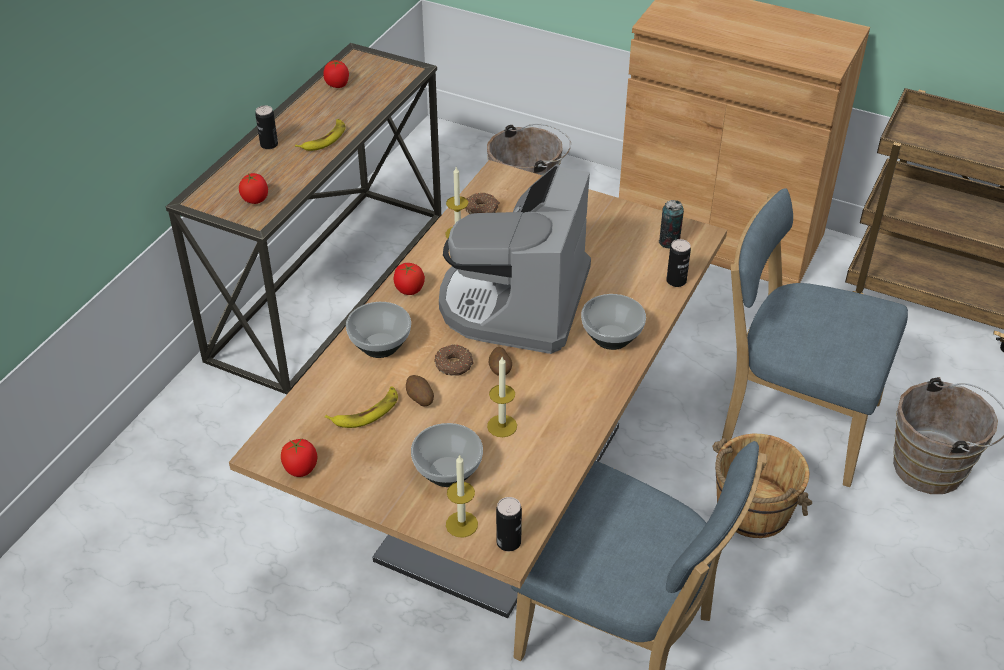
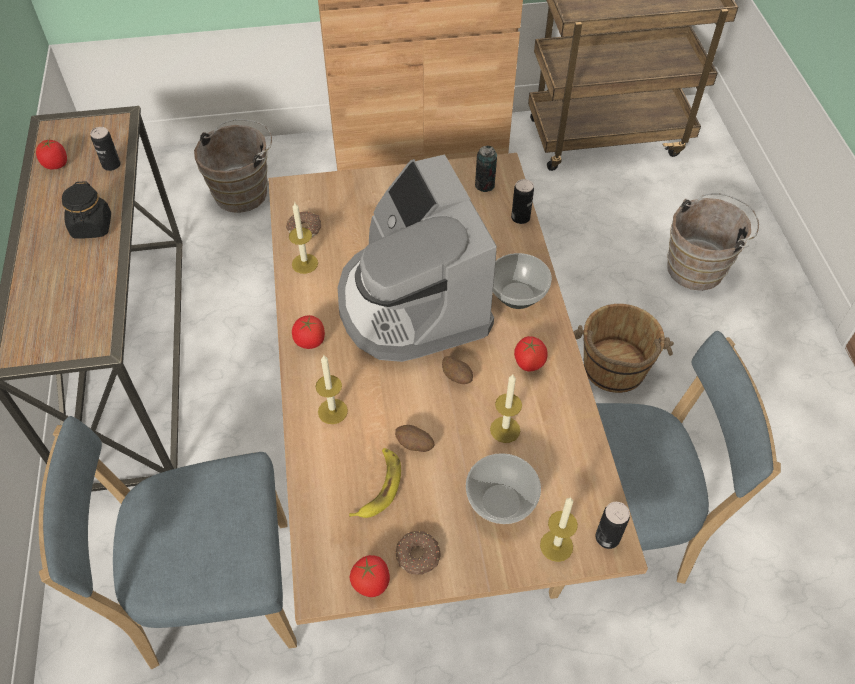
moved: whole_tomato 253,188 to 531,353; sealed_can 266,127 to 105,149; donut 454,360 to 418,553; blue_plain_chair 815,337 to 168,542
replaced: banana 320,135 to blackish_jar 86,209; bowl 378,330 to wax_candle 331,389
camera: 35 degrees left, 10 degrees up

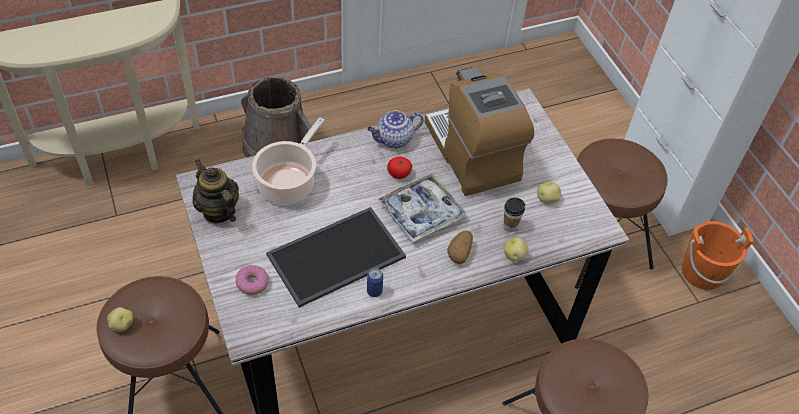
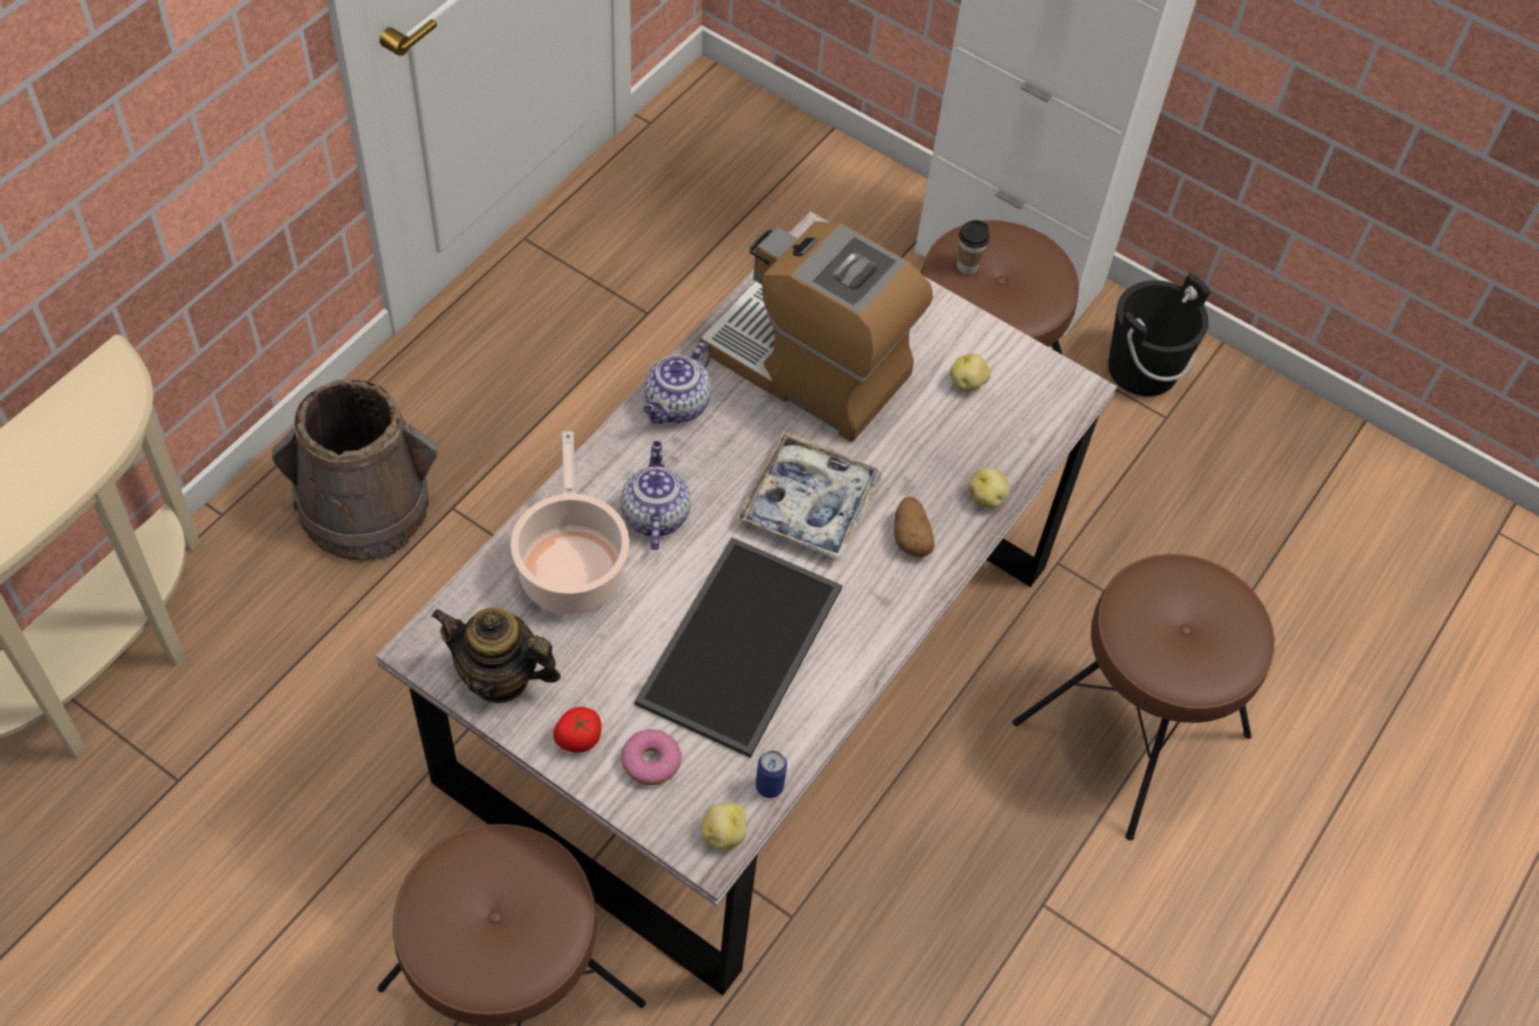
added: tea_pot 655,495
moved: whole_potato 120,319 to 723,826; sealed_can 375,282 to 771,774; whole_tomato 399,168 to 577,730; small_cup 514,215 to 973,247
recoloured: orange-coloured_pail 717,255 to blackish_pail 1159,334
camera: 35 degrees left, 5 degrees up

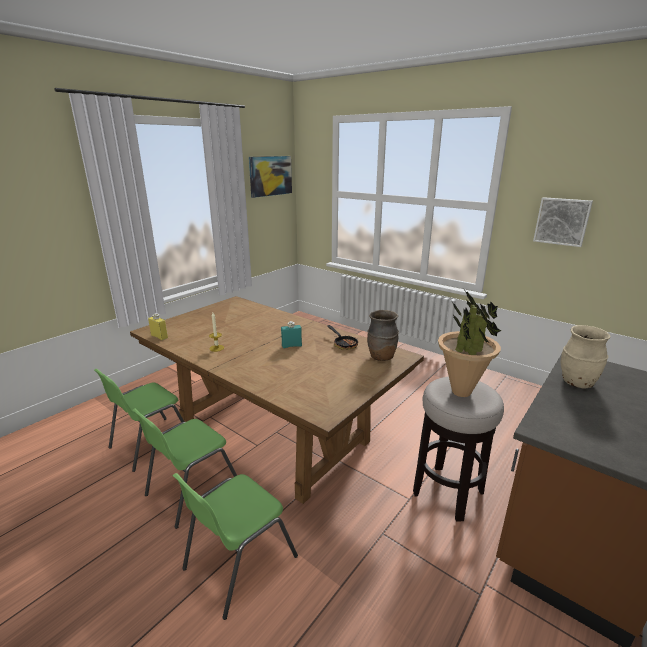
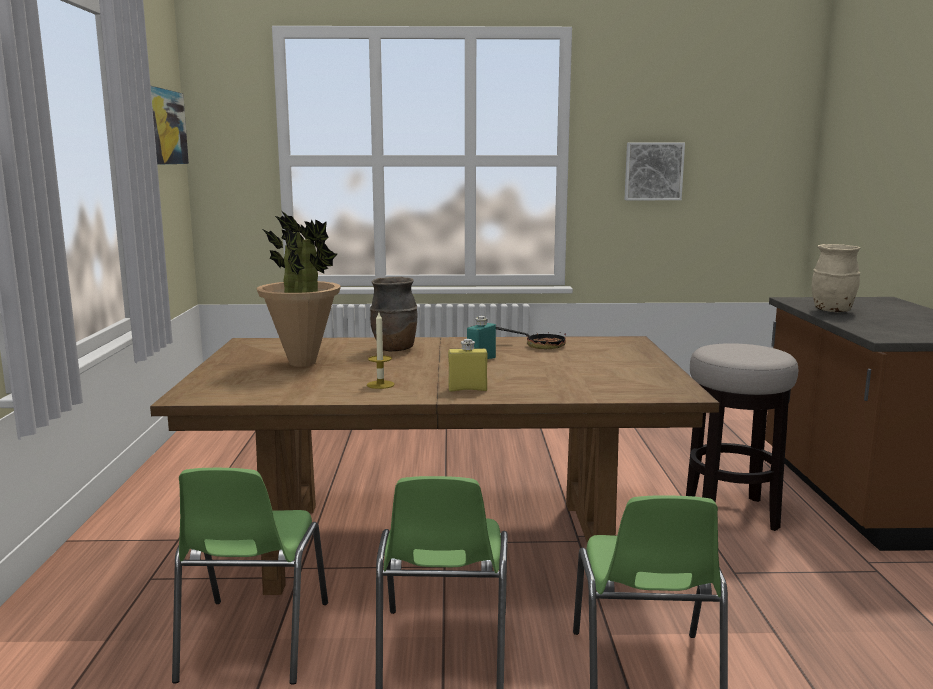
moved: yellow-coloured_drink_bottle 158,326 to 468,365; brown_vase 383,335 to 394,314; houseplant 469,344 to 298,289
camera: 40 degrees left, 10 degrees down

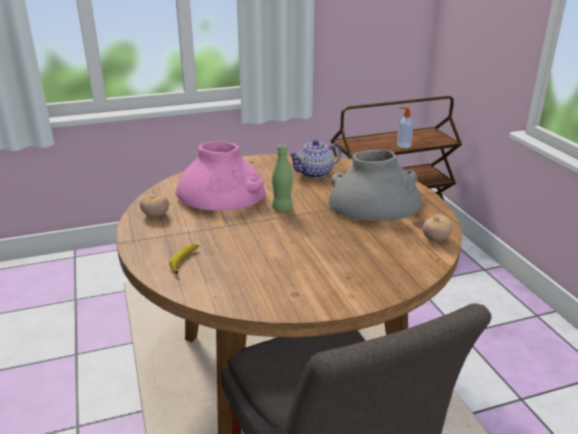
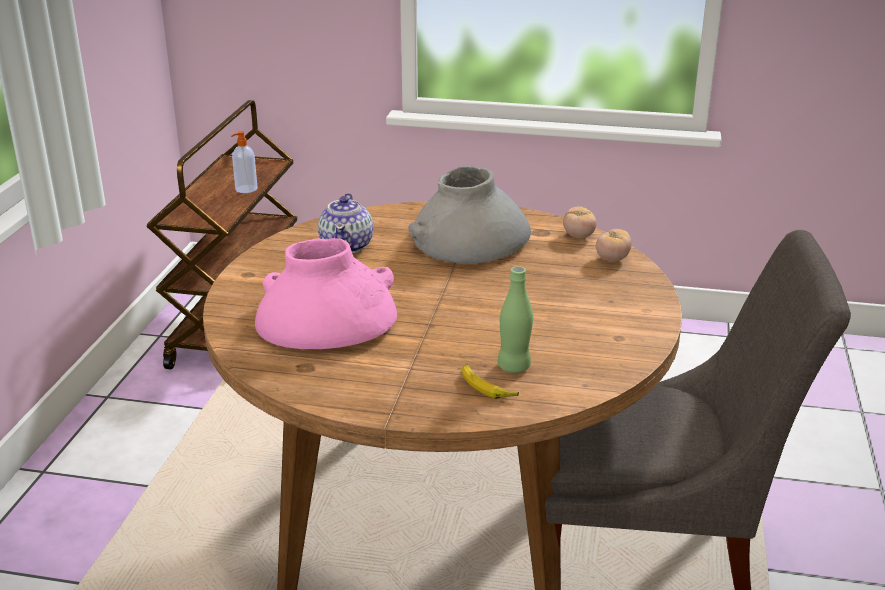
moved: whole_tomato 154,205 to 614,245; green-coloured_drink_bottle 282,178 to 515,319
camera: 60 degrees left, 0 degrees up

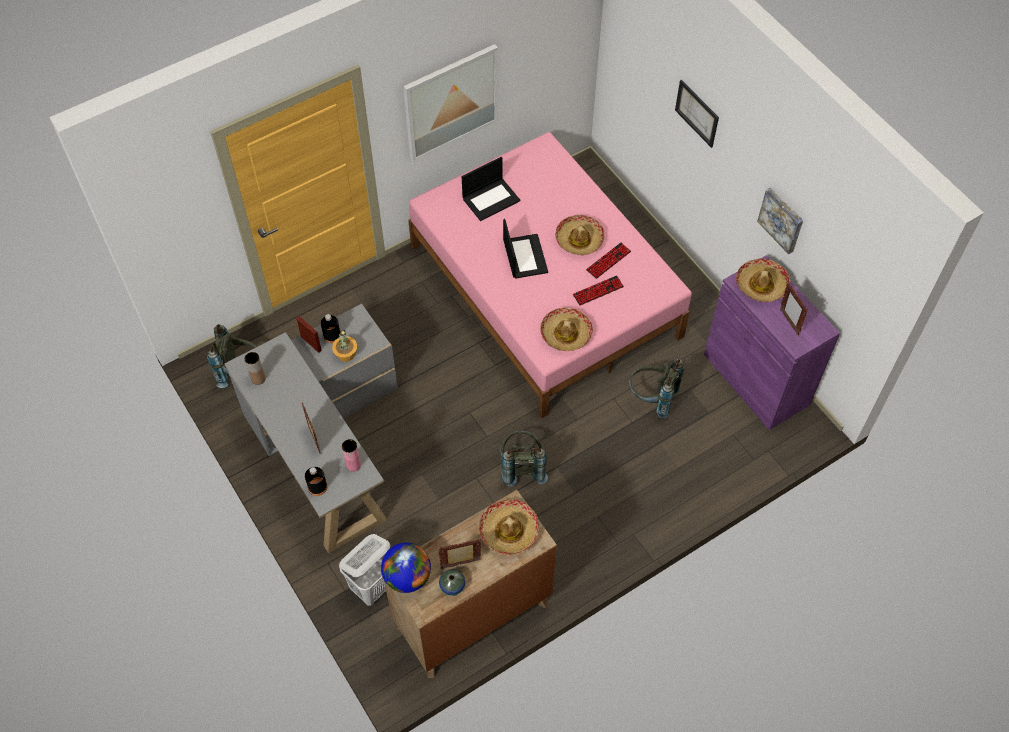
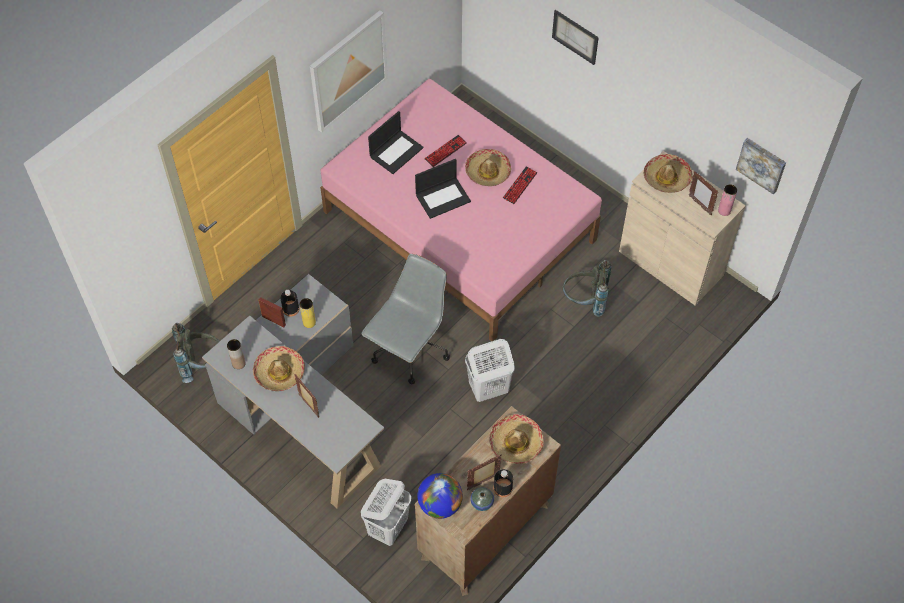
added: greyish_computer_chair 406,319
moved: blackish_drink_bottle 316,481 to 503,483; pink_vase 351,455 to 727,200; clothing_hat 566,329 to 279,368; computer_keyboard 598,290 to 445,151; picture 780,220 to 761,166
replaced: houseplant 344,346 to yellow-coloured_vase 308,313; greyish_backpack 524,459 to whitish_laundry_basket 490,370
recoloured: purple-coloured_cupboard 772,342 to sand-coloured_cupboard 682,228
turned: laptop 525,249 = 443,189 90 degrees clockwise
camera: 15 degrees left, 0 degrees up

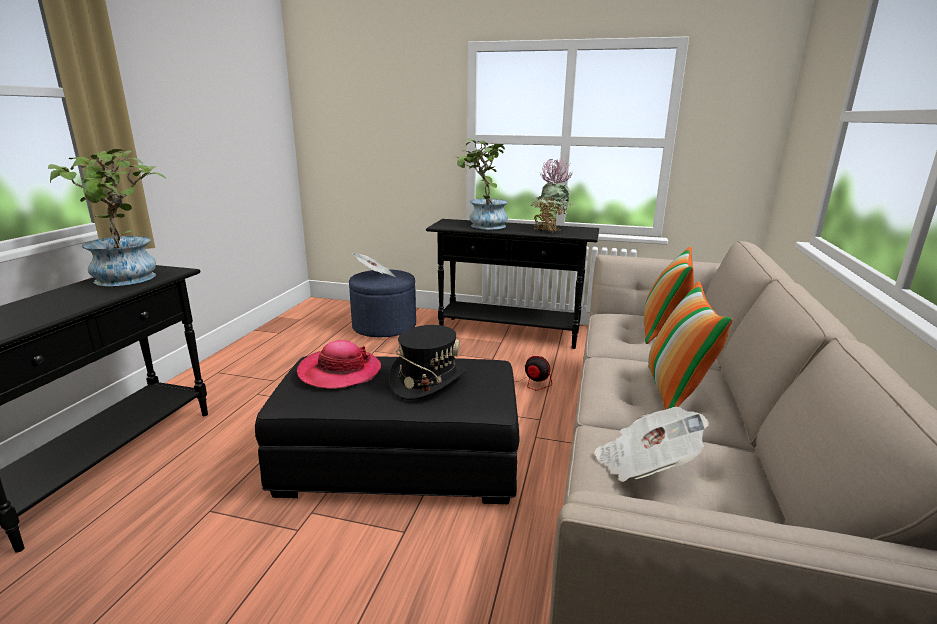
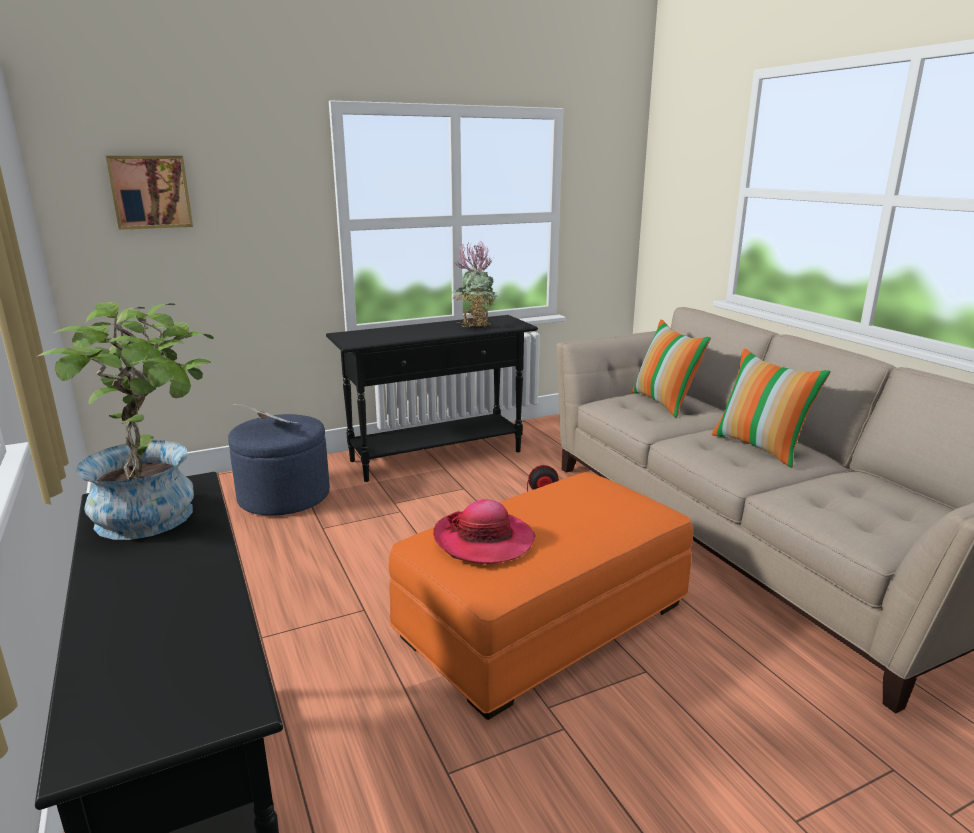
removed: blackish_clothing_hat 428,362; houseplant 480,184; printed_paper 651,444
added: picture 149,193
recoloured: blackish_ottoman 387,430 to orange-coloured_ottoman 541,596
camera: 40 degrees left, 0 degrees up

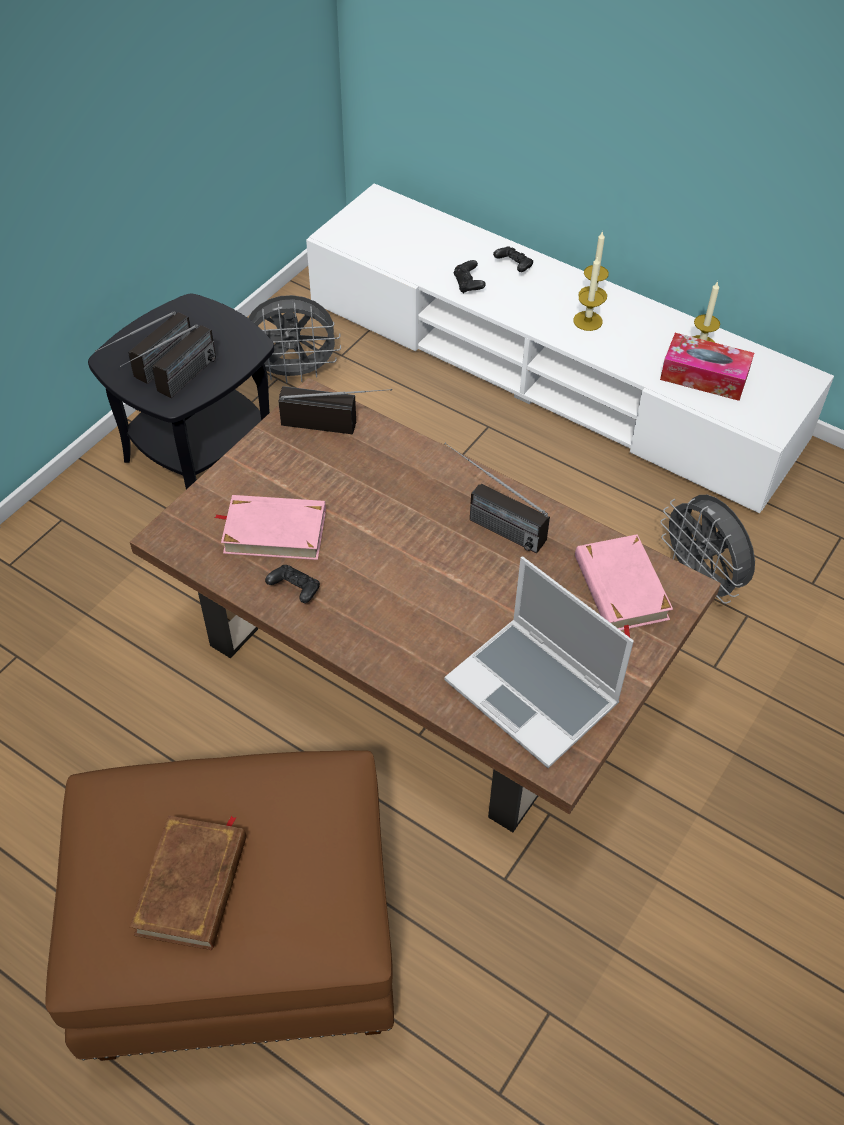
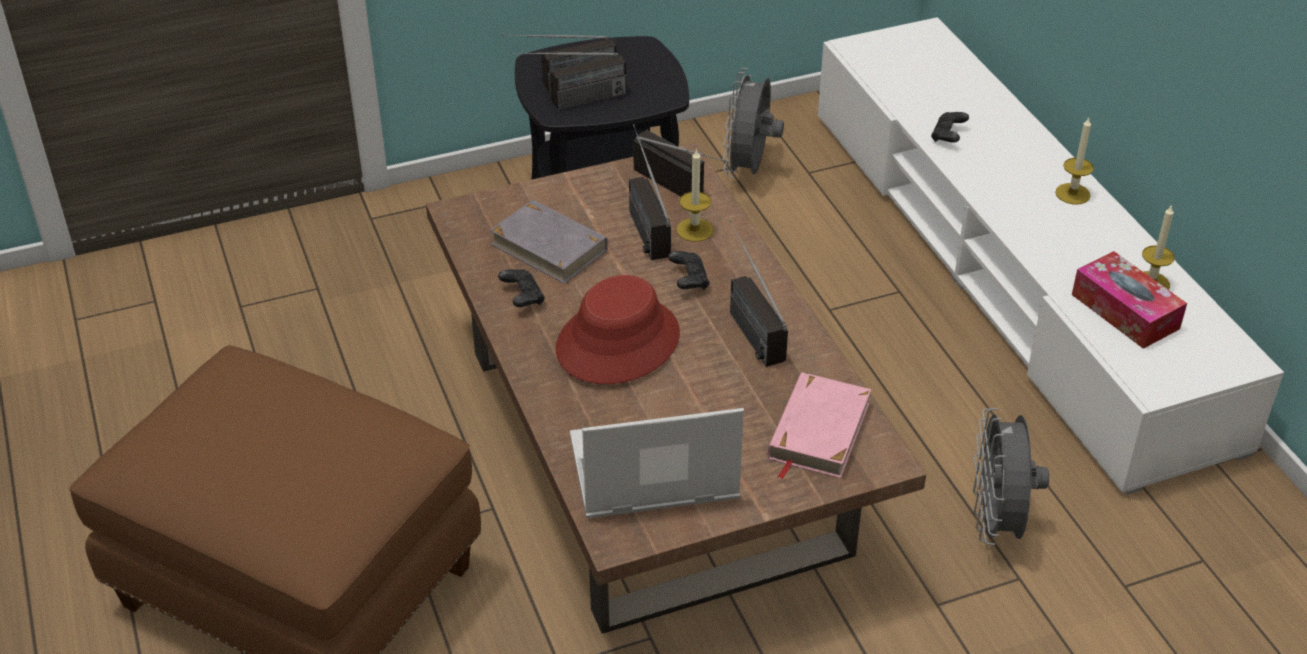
removed: brown_book 188,882
added: reddish_clothing_hat 618,329; radio_set 650,192
moved: blackish_gamepad 513,259 to 689,270; wax_candle 588,293 to 694,195
recoloured: pink_book 270,527 to greyish_book 549,242
turned: greyish_electric_fan 294,339 = 753,123 75 degrees clockwise; laptop 539,662 = 657,463 90 degrees clockwise
camera: 35 degrees right, 10 degrees down

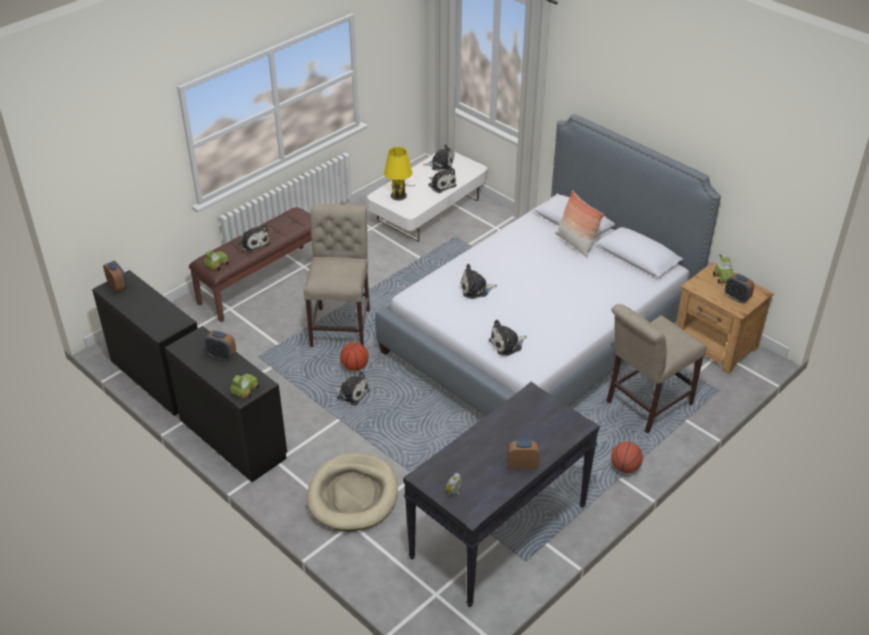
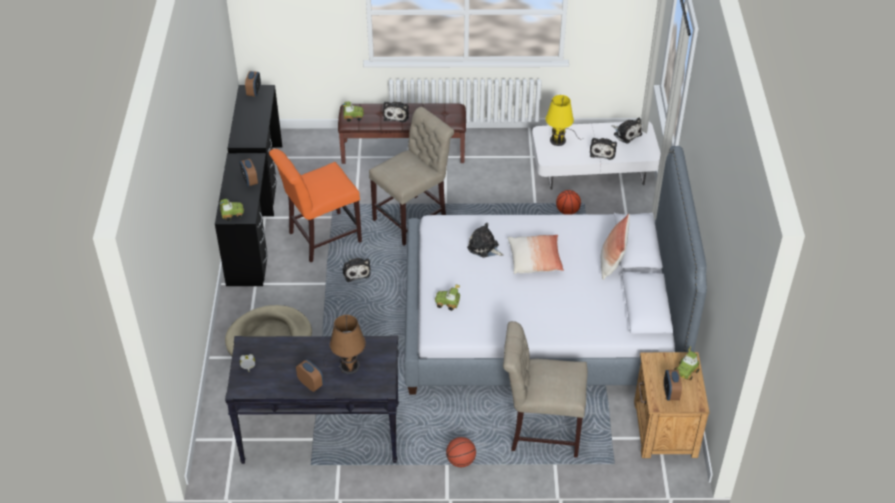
added: orange-coloured_plain_chair 315,206; brown_lamp_for_a_table 344,344; pillow 536,254
moved: basketball_ball 354,356 to 568,202
replaced: plush_toy 507,338 to miniature_car 447,297
camera: 45 degrees right, 5 degrees up

